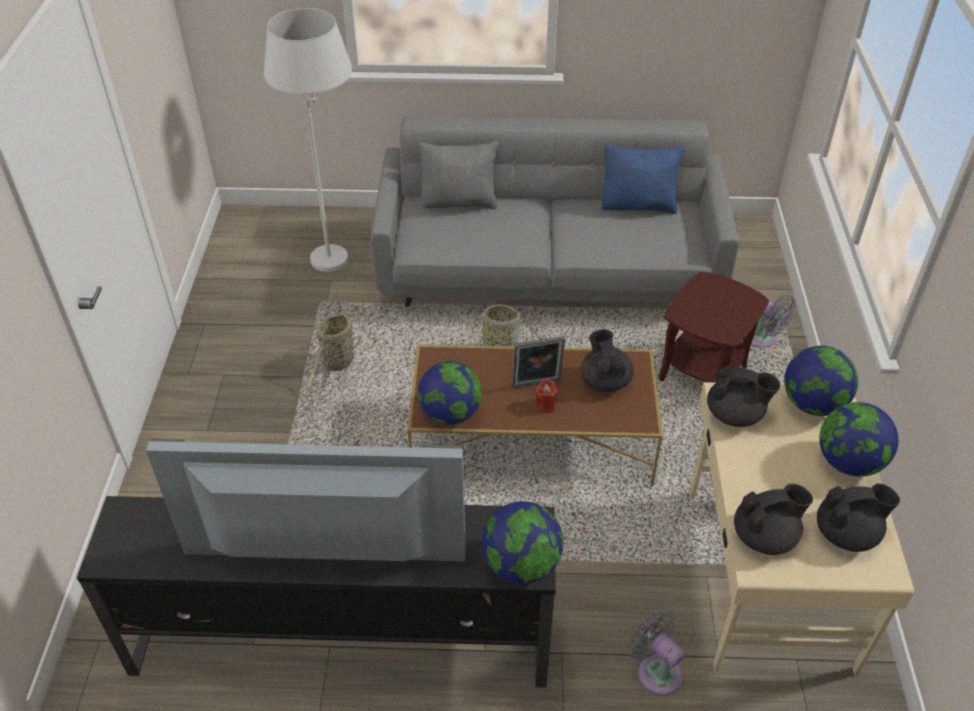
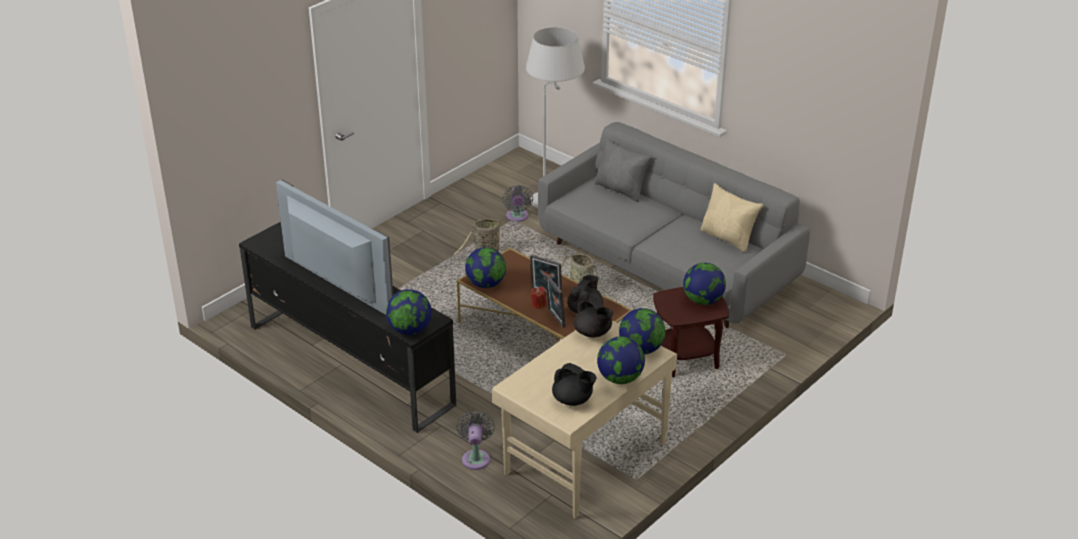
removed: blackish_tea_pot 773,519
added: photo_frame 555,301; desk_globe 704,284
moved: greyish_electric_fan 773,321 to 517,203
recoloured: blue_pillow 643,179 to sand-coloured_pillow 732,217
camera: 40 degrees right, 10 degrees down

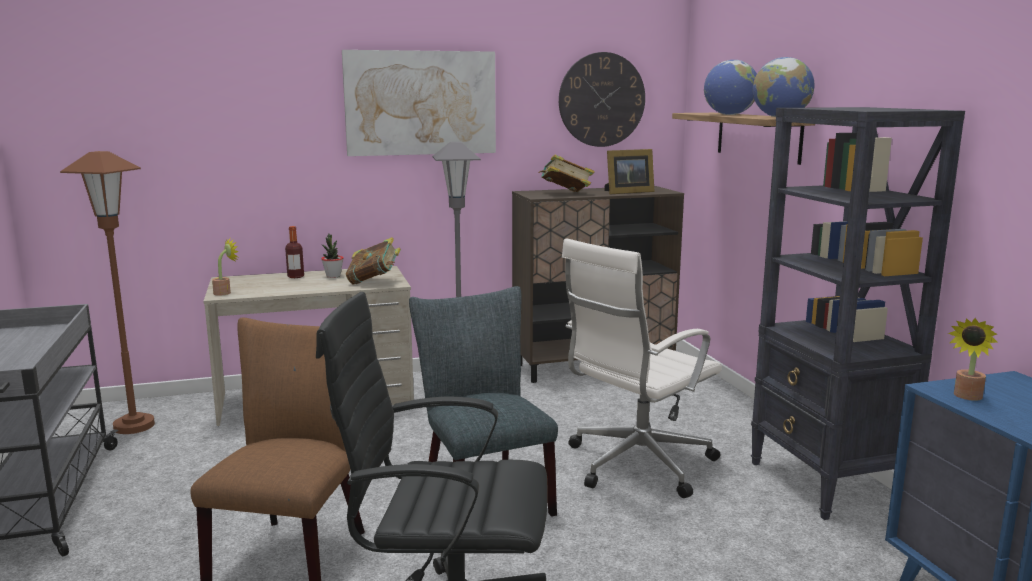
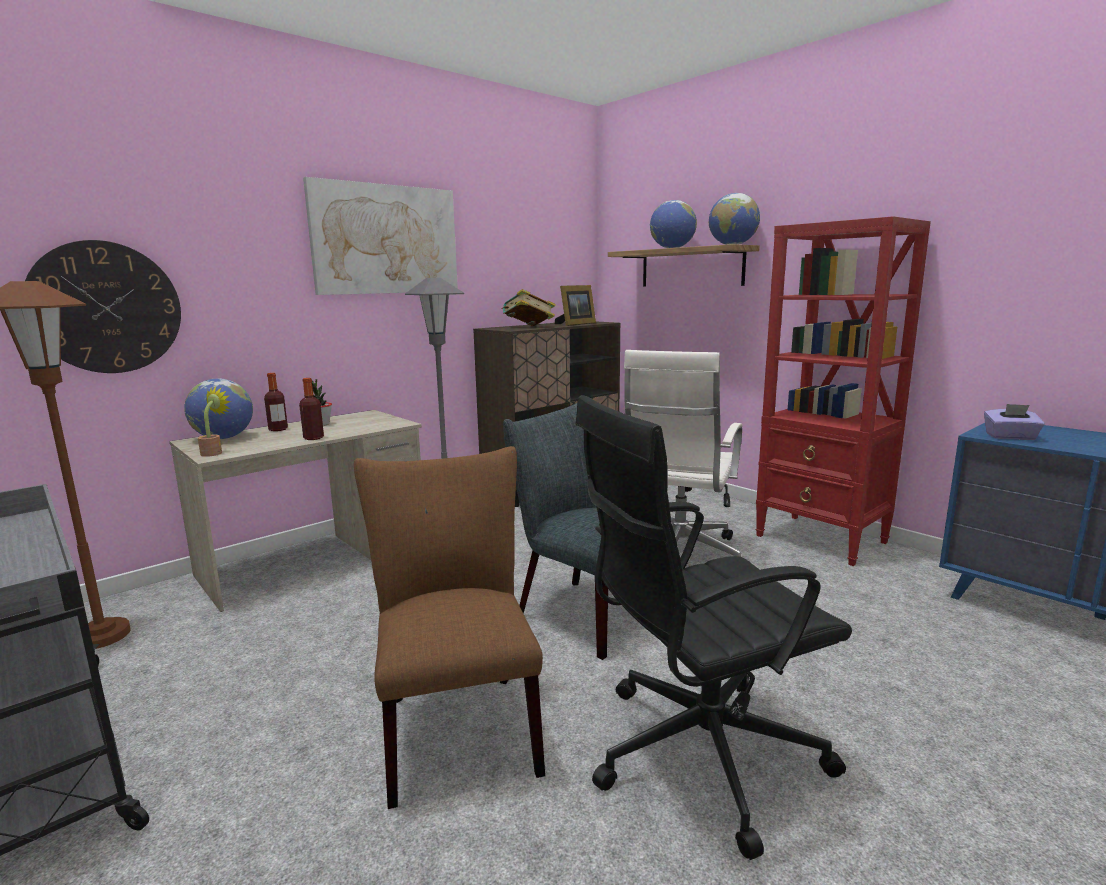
removed: book 373,260
added: desk_globe 218,408; drink_bottle 311,409
moved: clock_on_the_wall 602,99 to 103,306
replaced: houseplant 972,359 to purple-coloured_box_of_tissues 1014,422
recoloured: blackish_shelving_unit 858,313 to reddish_shelving_unit 843,391
camera: 25 degrees left, 0 degrees up

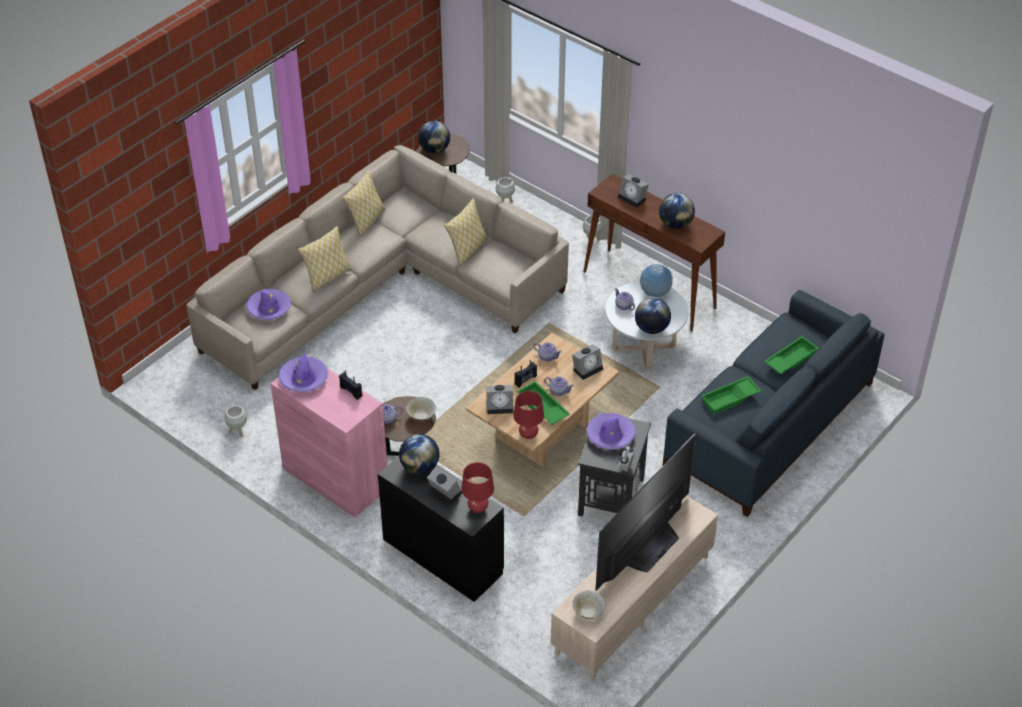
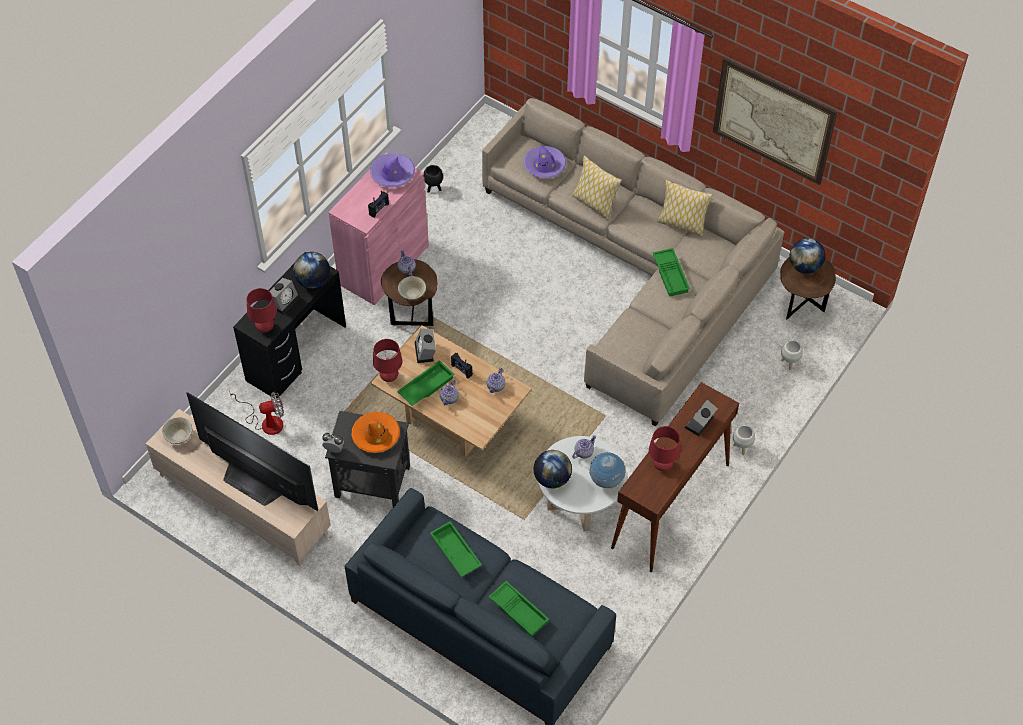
removed: pillow 466,232; bedside_clock 587,362
added: electric_fan 256,413; green-coloured_carrying_tray 671,272; picture 775,121
replaced: desk_globe 677,211 to reddish_lamp_for_a_table 665,448
recoloured: whitish_flower_pot 236,421 to blackish_flower_pot 433,179; purple-coloured_clothing_hat 611,431 to orange-coloured_clothing_hat 375,432
camera: 85 degrees right, 10 degrees up

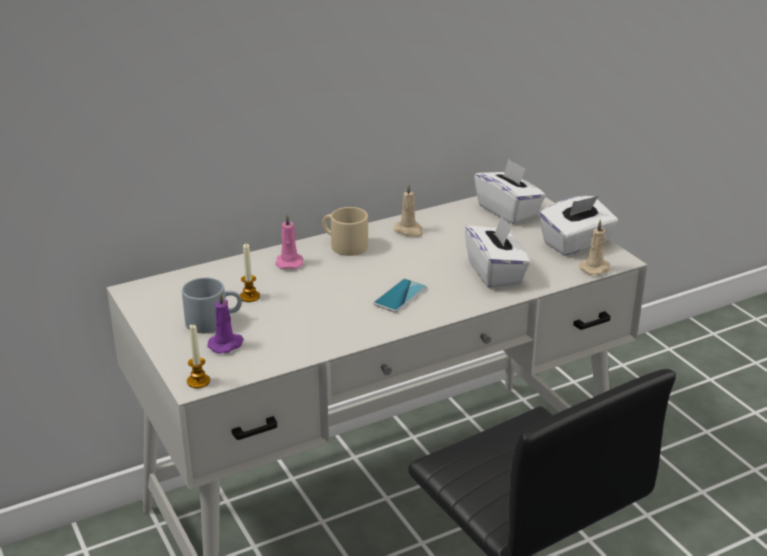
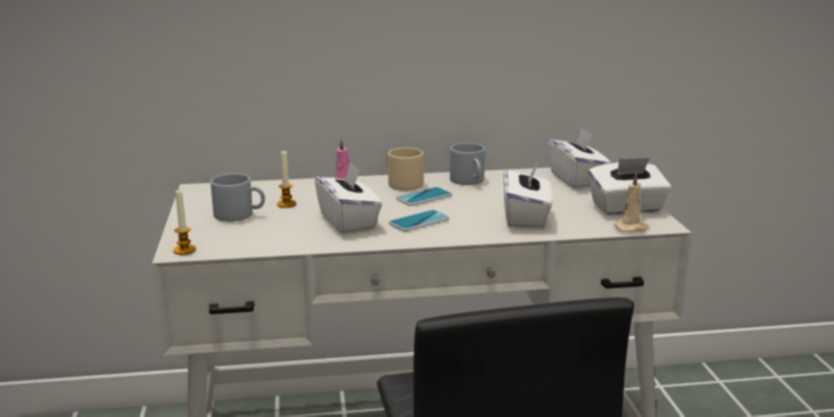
removed: purple-coloured_wax_candle 226,323
added: whitish_box_of_tissues 348,198; phone 424,196
replaced: sand-coloured_wax_candle 408,210 to greyish_coffee_mug 467,164
camera: 20 degrees right, 10 degrees down

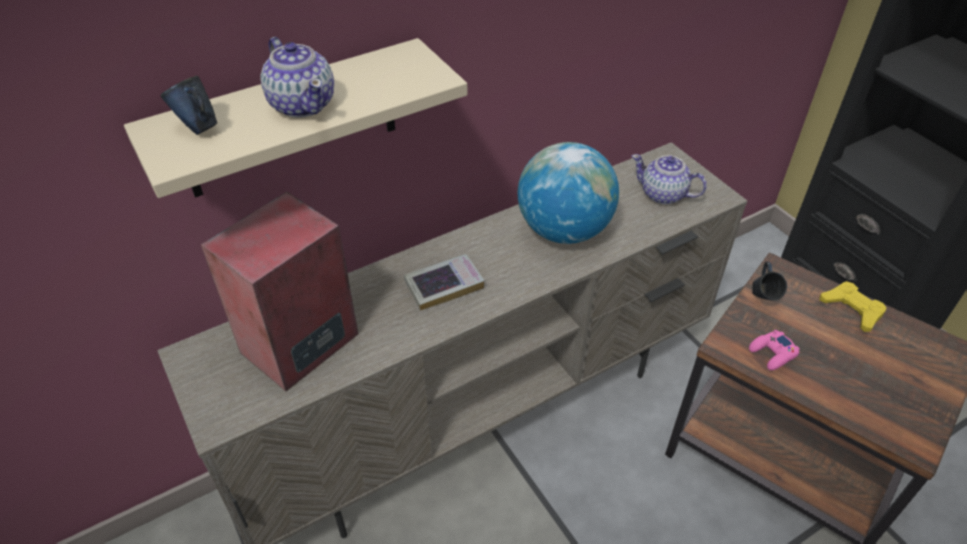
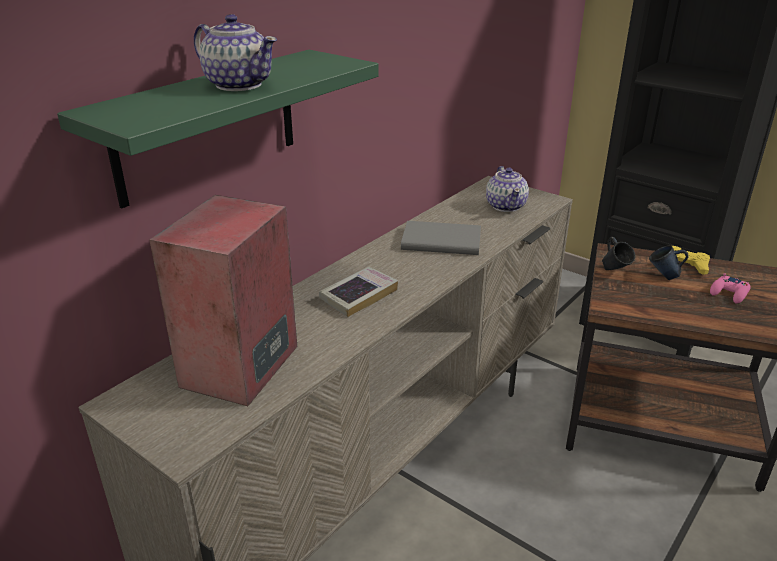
moved: blue_coffee_mug 189,105 to 668,262; pink_gamepad 774,350 to 730,288
replaced: desk_globe 568,193 to greyish_book 441,238
recoloured: sand-coloured_wall_shelf 296,118 to green-coloured_wall_shelf 218,129
turned: tea_pot 669,179 = 507,189 105 degrees counterclockwise
camera: 20 degrees left, 15 degrees down

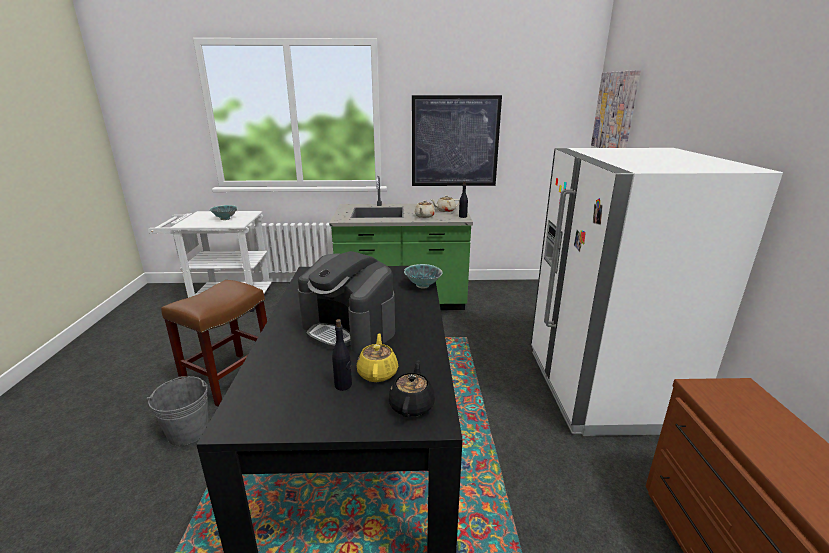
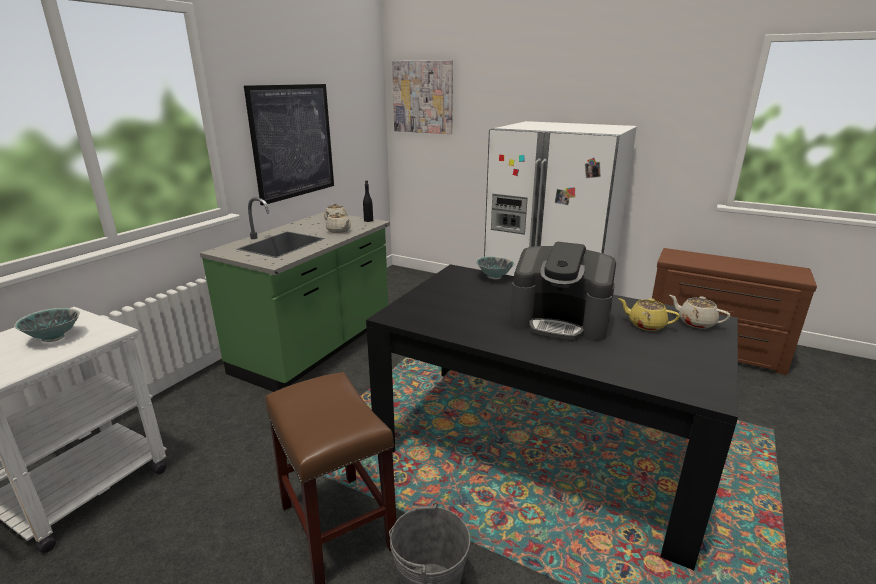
removed: blackish_drink_bottle 342,355
recoloured: blackish_tea_pot 412,388 to sand-coloured_tea_pot 700,312
turned: coffee_machine 346,302 = 563,291 45 degrees clockwise
camera: 60 degrees left, 0 degrees up

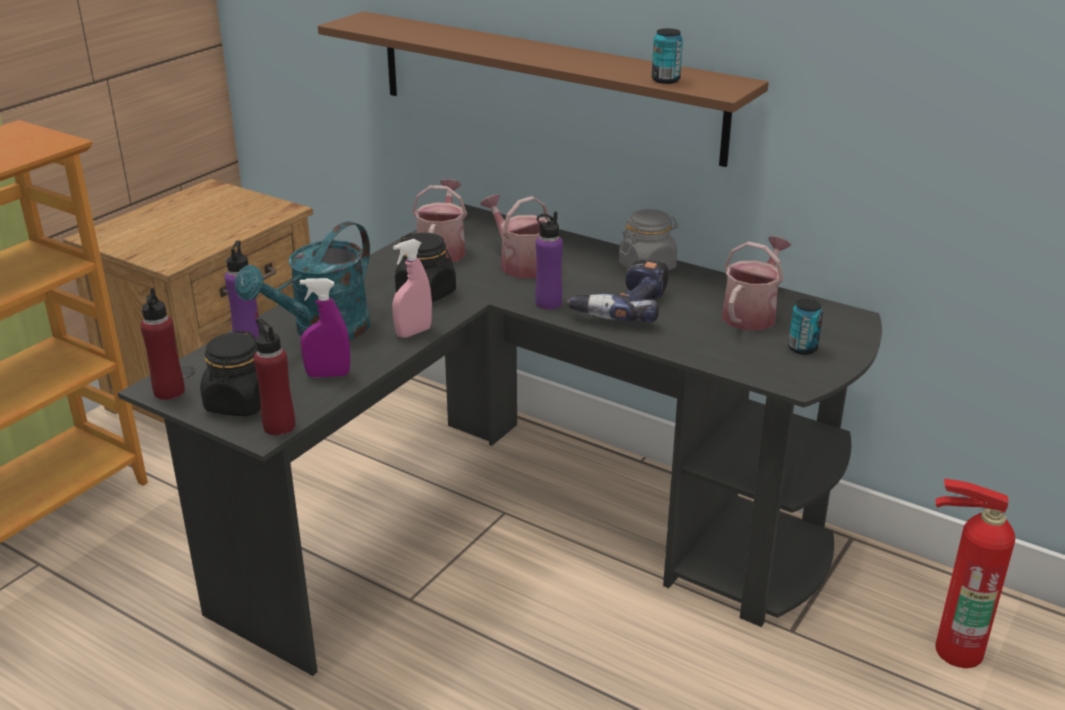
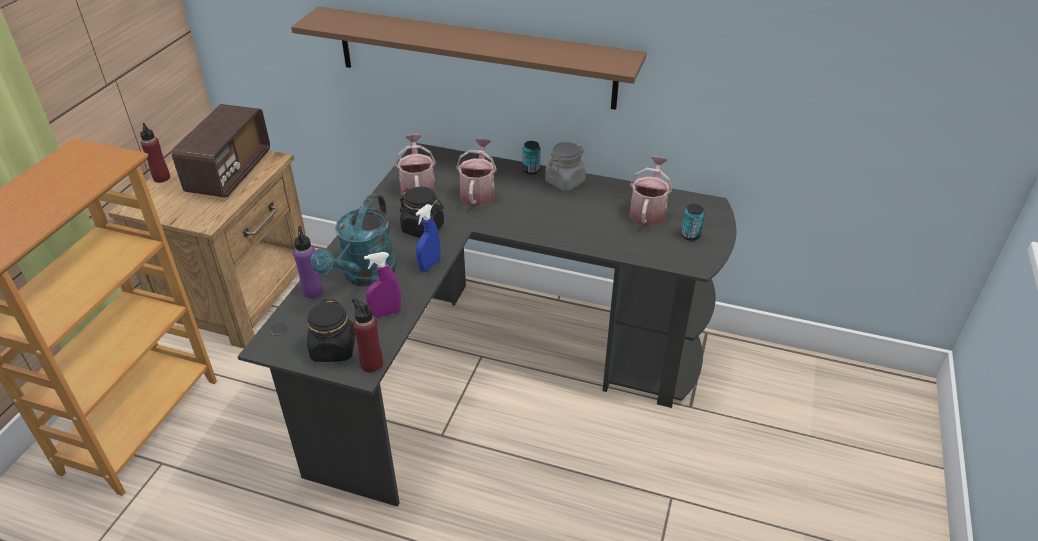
removed: purple-coloured_drink_bottle 549,260; electric_drill 617,291; extinguisher 975,573
added: radio_set 221,151
moved: reddish_drink_bottle 162,344 to 155,153; sealed_can 667,56 to 531,157
recoloured: pink_hand_sprayer 412,288 to blue_hand_sprayer 428,238
turned: watering_can 515,236 = 476,172 60 degrees clockwise
camera: 15 degrees left, 10 degrees up

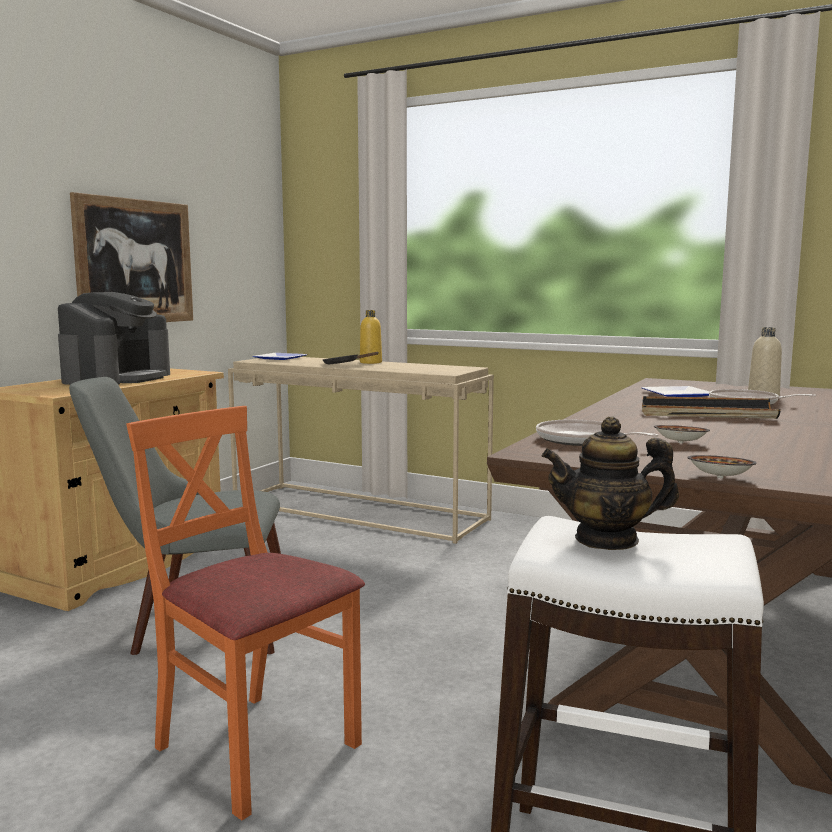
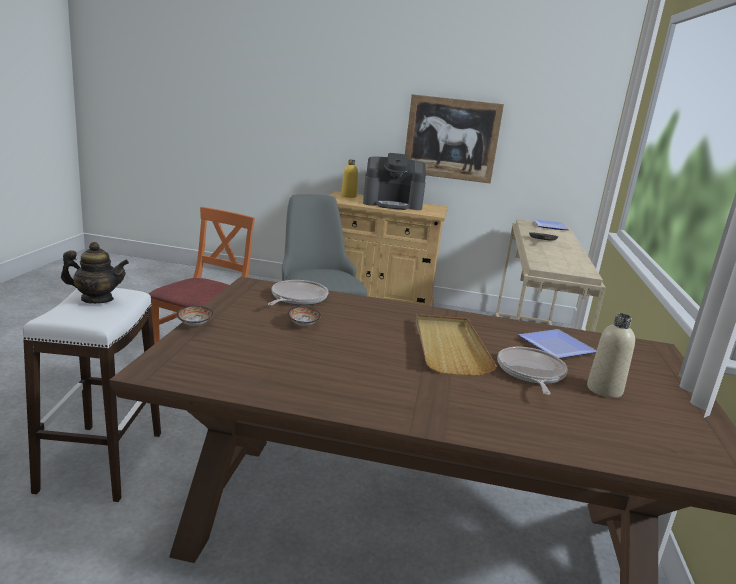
moved: yellow-coloured_drink_bottle 371,337 to 349,179
recoloured: blackish_carrying_tray 711,407 to sand-coloured_carrying_tray 456,345
turned: tea_pot 610,483 = 95,273 105 degrees clockwise
camera: 70 degrees right, 10 degrees up

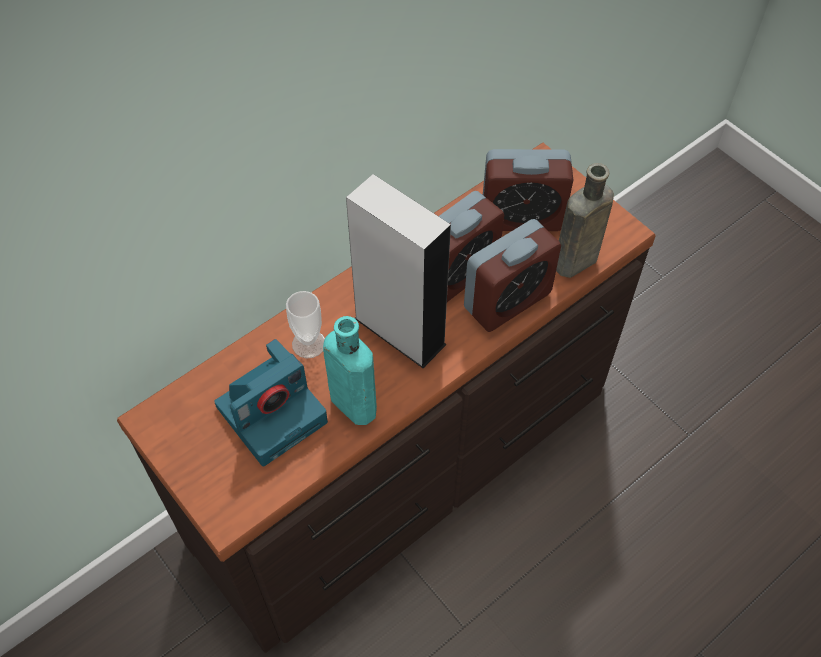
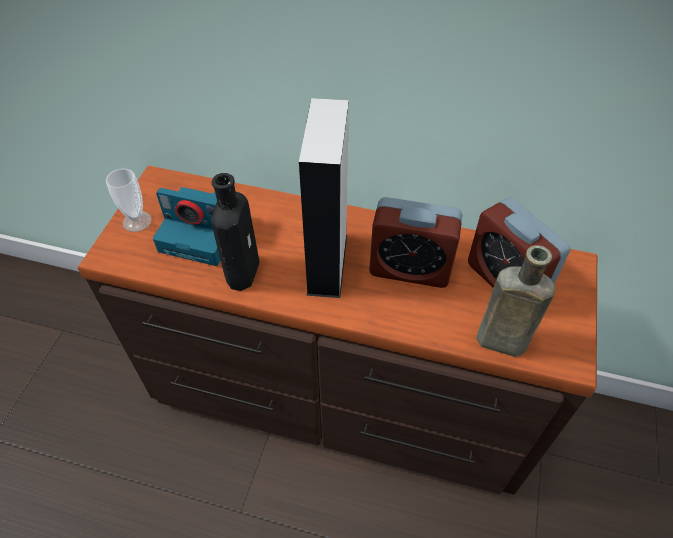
removed: bedside_clock 512,275
moved: small_cup 305,325 to 129,200
recoloured: turquoise-coloured_drink_bottle 350,370 to blackish_drink_bottle 235,232
camera: 55 degrees right, 5 degrees down

